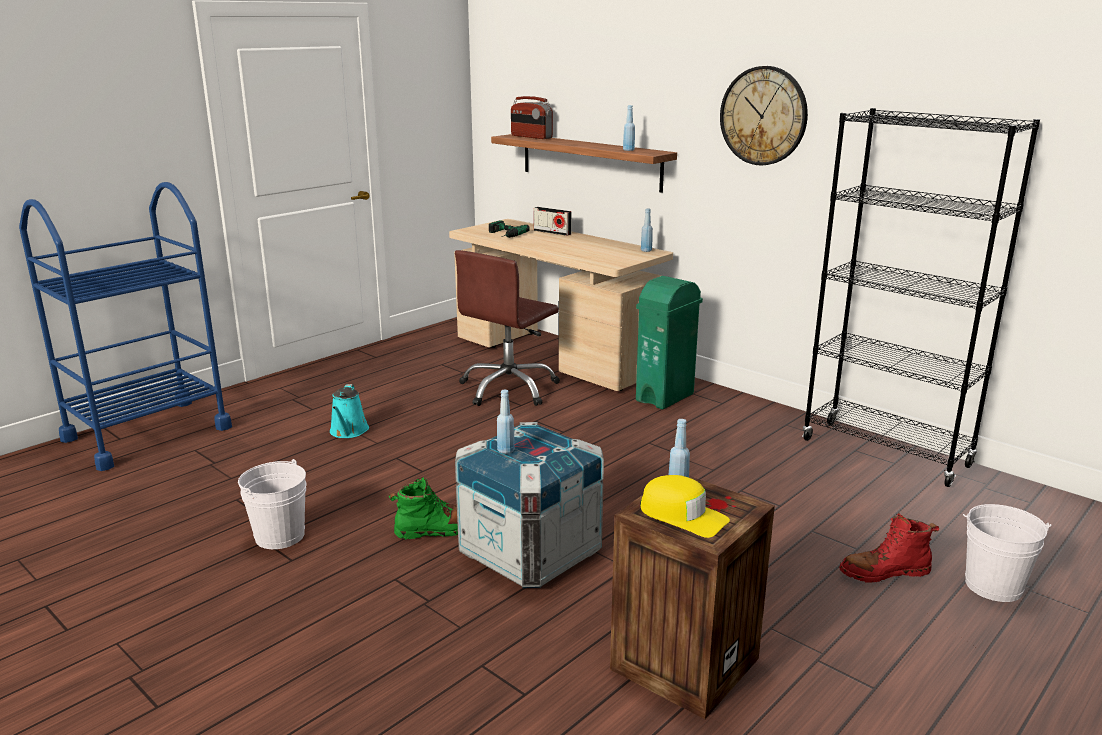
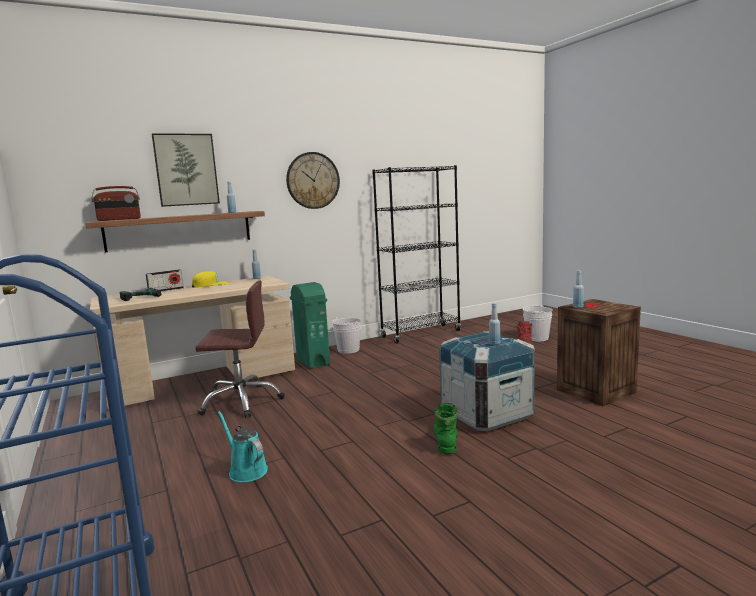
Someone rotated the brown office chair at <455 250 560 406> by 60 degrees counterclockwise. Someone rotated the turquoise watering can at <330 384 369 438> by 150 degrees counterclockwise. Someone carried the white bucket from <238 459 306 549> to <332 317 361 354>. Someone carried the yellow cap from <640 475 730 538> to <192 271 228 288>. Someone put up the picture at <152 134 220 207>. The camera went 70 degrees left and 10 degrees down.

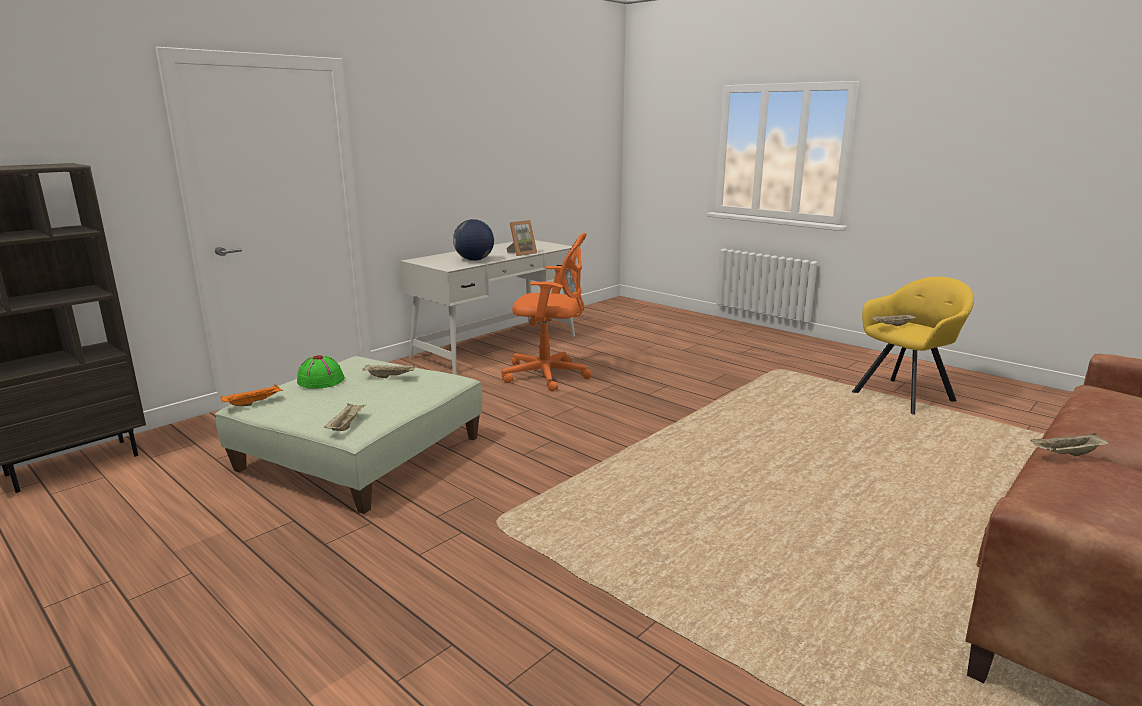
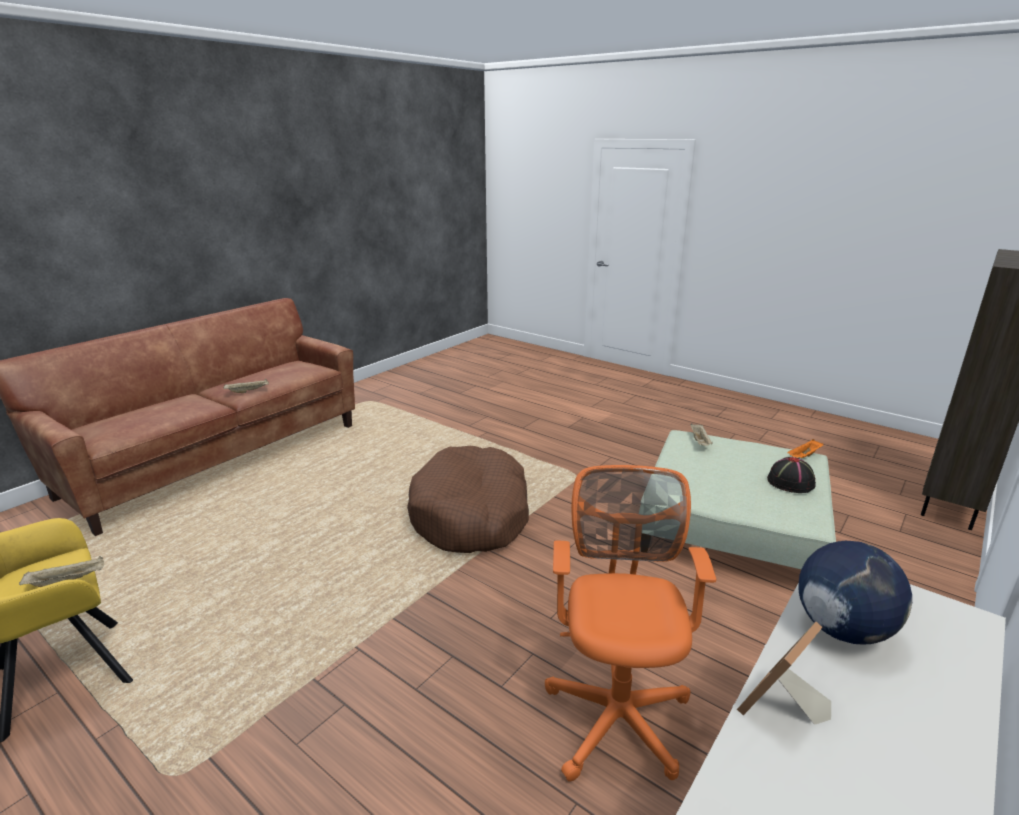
Someone rotated the orange office chair at <501 233 592 392> by 90 degrees clockwise. Someone repainted the green hat at <297 355 345 389>, which became the black hat at <767 457 816 493>. Someone took away the beige tray at <363 364 415 378>. Someone put down the brown dog bed at <407 446 529 553>. The camera went 175 degrees right and 5 degrees up.

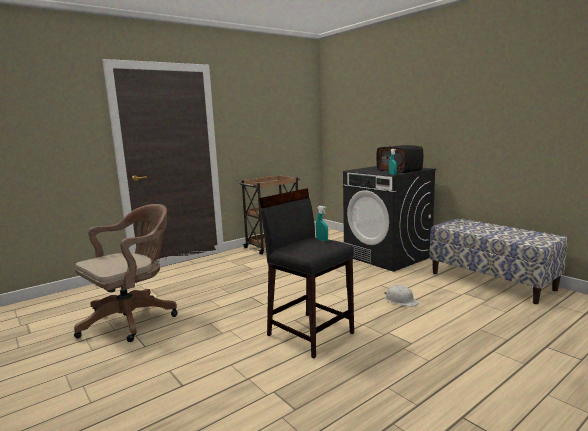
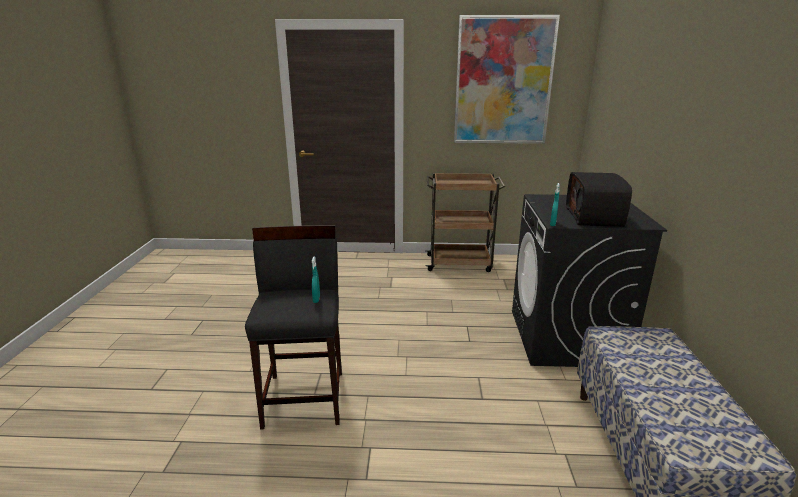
Someone took away the brown office chair at <74 204 178 342>. Someone took away the white hard hat at <384 284 419 307>. Someone put up the picture at <454 15 560 144>. The camera went 40 degrees right and 10 degrees up.

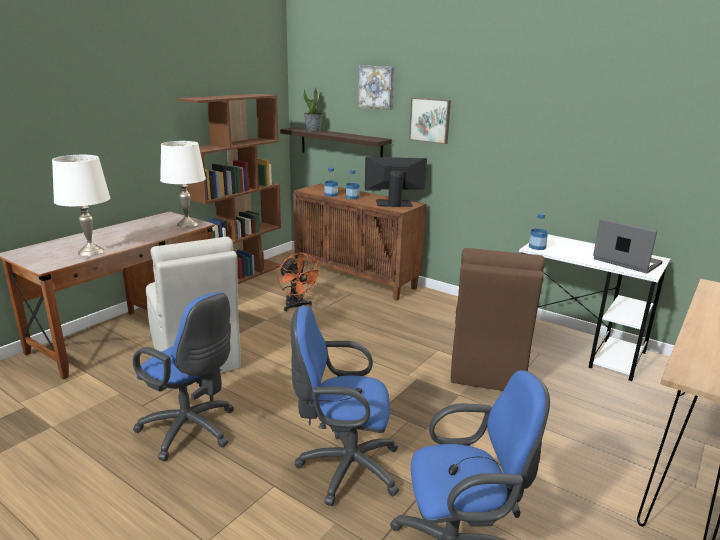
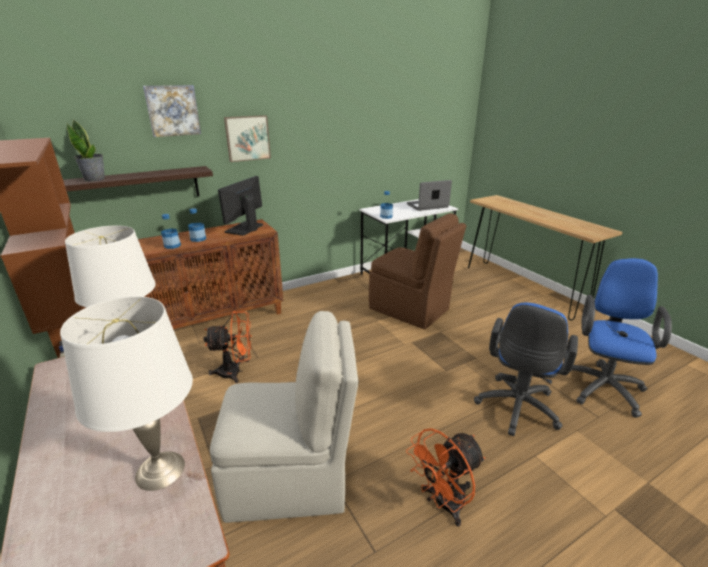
Someone swapped the blue office chair at <133 292 234 461> for the orange fan at <406 428 485 527>. The camera went 65 degrees left and 5 degrees up.

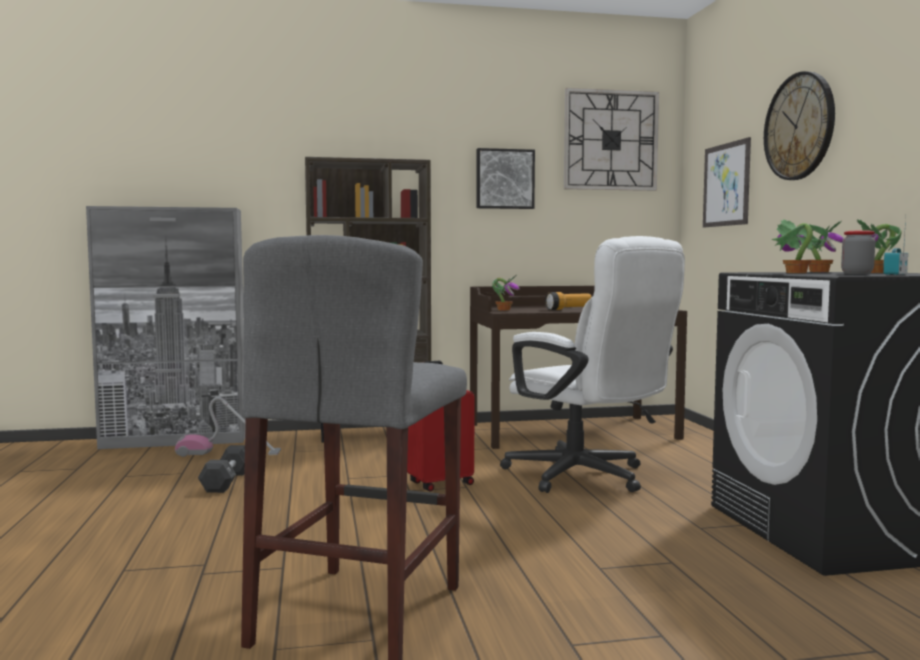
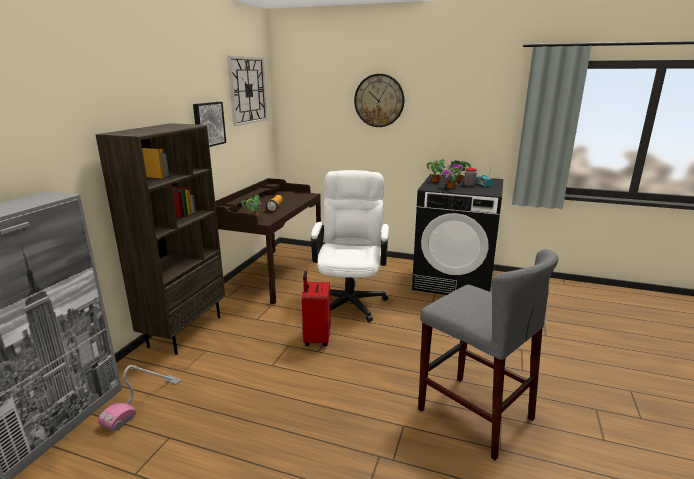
Someone took away the picture at <703 137 751 227>. Someone rotated the white office chair at <500 236 685 493> by 75 degrees counterclockwise. Someone took away the black dumbbell at <198 445 245 493>. The camera went 60 degrees left and 15 degrees up.

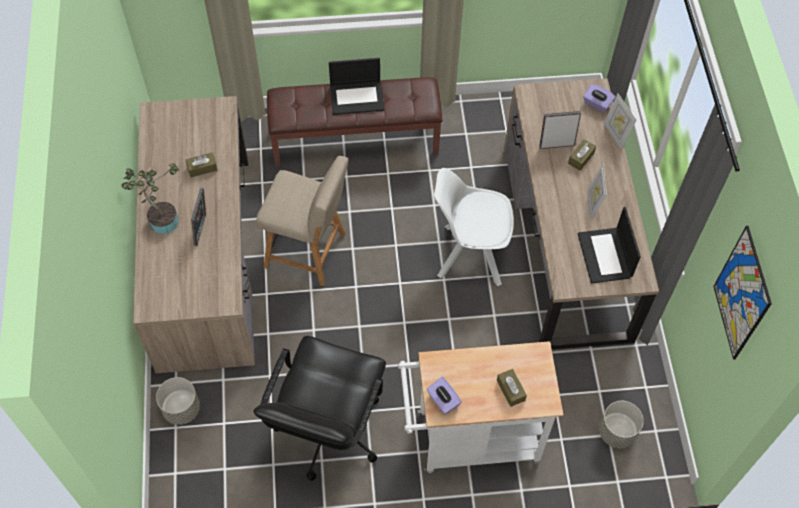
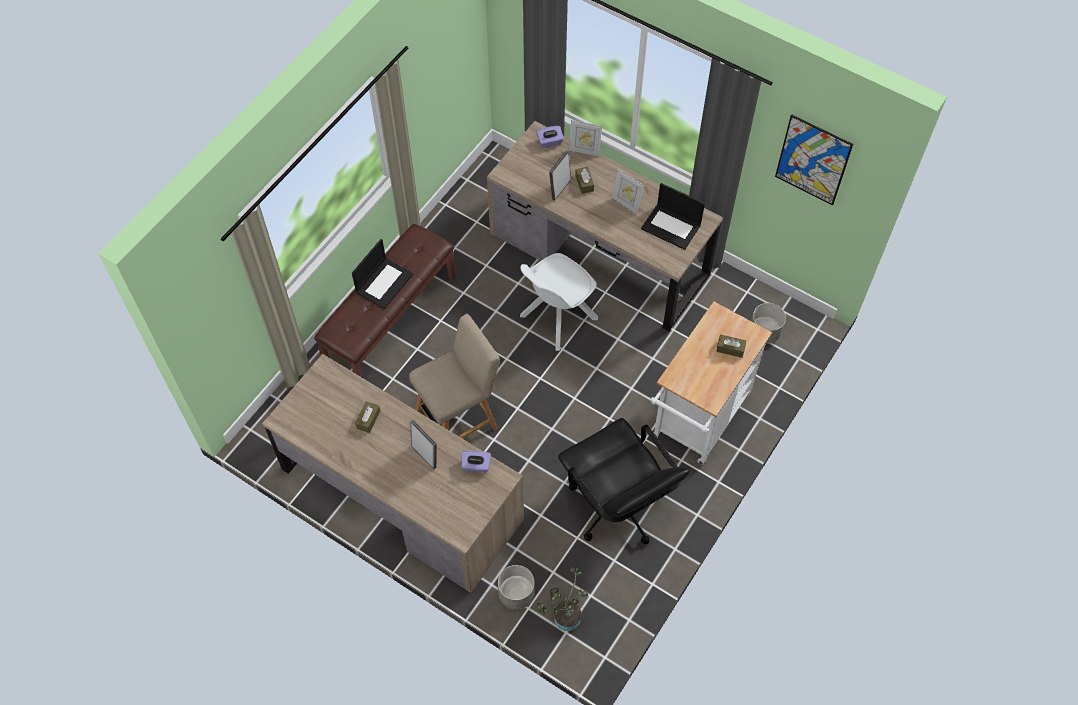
Someone carried the potted plant from <121 163 179 234> to <537 567 588 631>. Someone carried the purple tissue box from <426 377 462 415> to <461 450 491 472>. The camera went 50 degrees left and 0 degrees up.

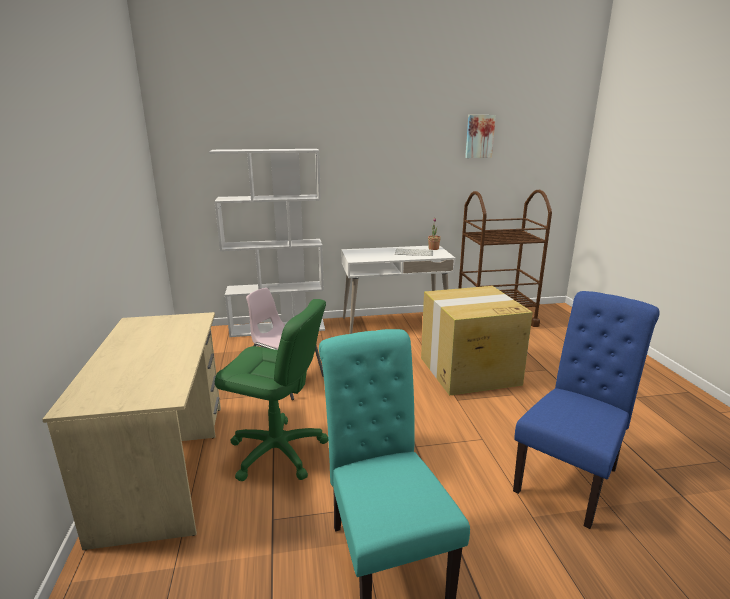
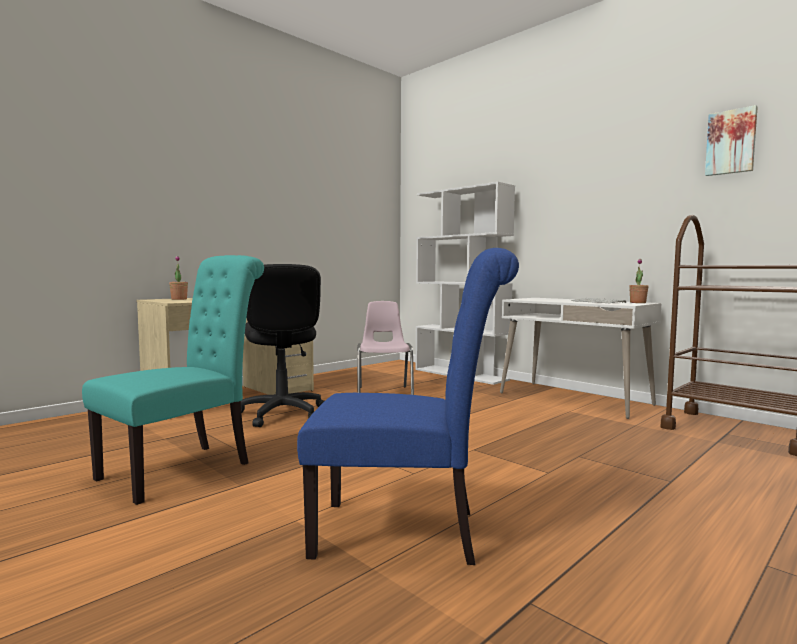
Someone took away the cardboard box at <421 286 533 396>. Someone repainted the green office chair at <215 299 328 482>, which became the black office chair at <241 264 324 427>. Someone put down the potted plant at <169 256 188 300>. The camera went 55 degrees right and 15 degrees down.

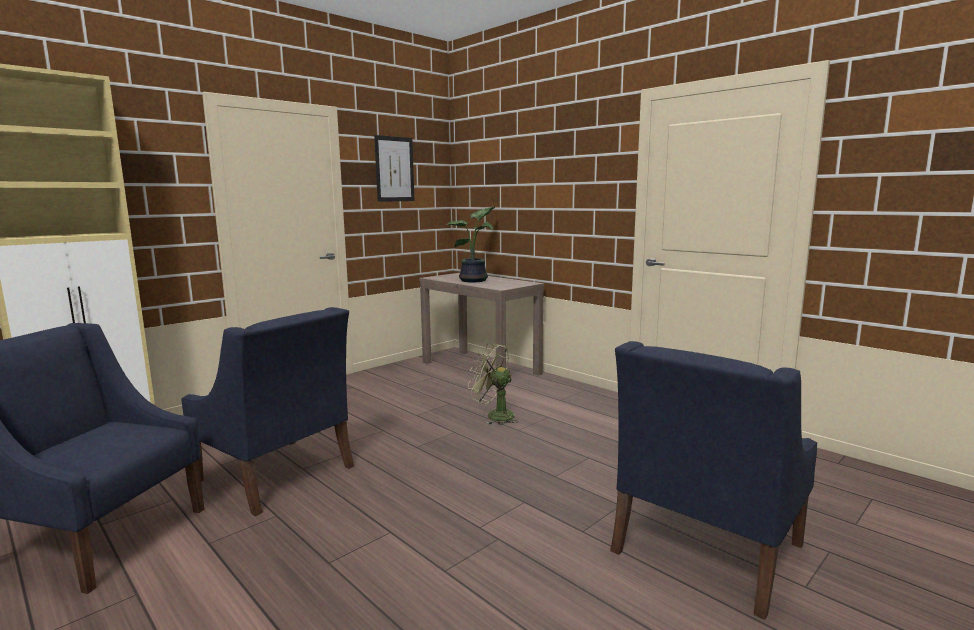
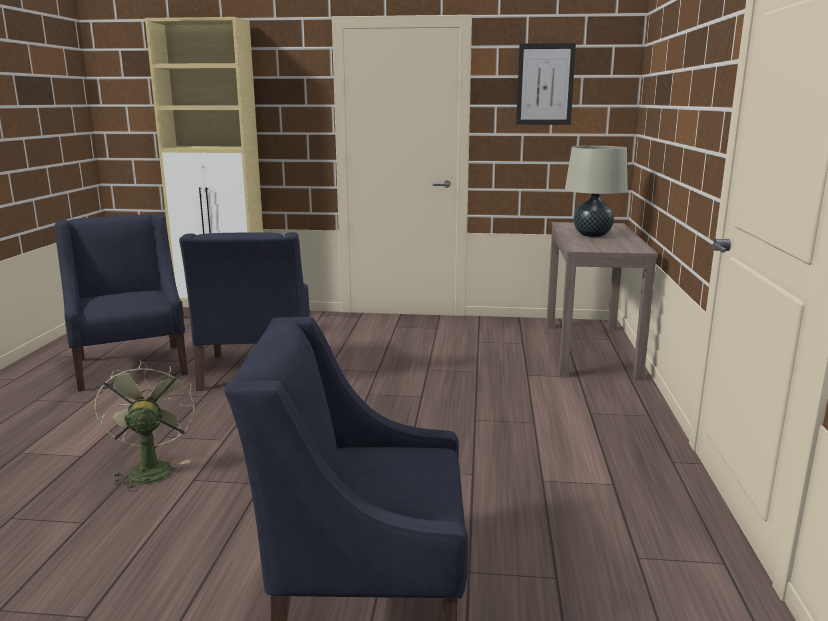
Someone swapped the potted plant at <446 207 495 282> for the beige table lamp at <565 146 628 237>. Someone carried the green fan from <468 343 518 425> to <95 360 195 492>. The camera went 50 degrees right and 5 degrees up.

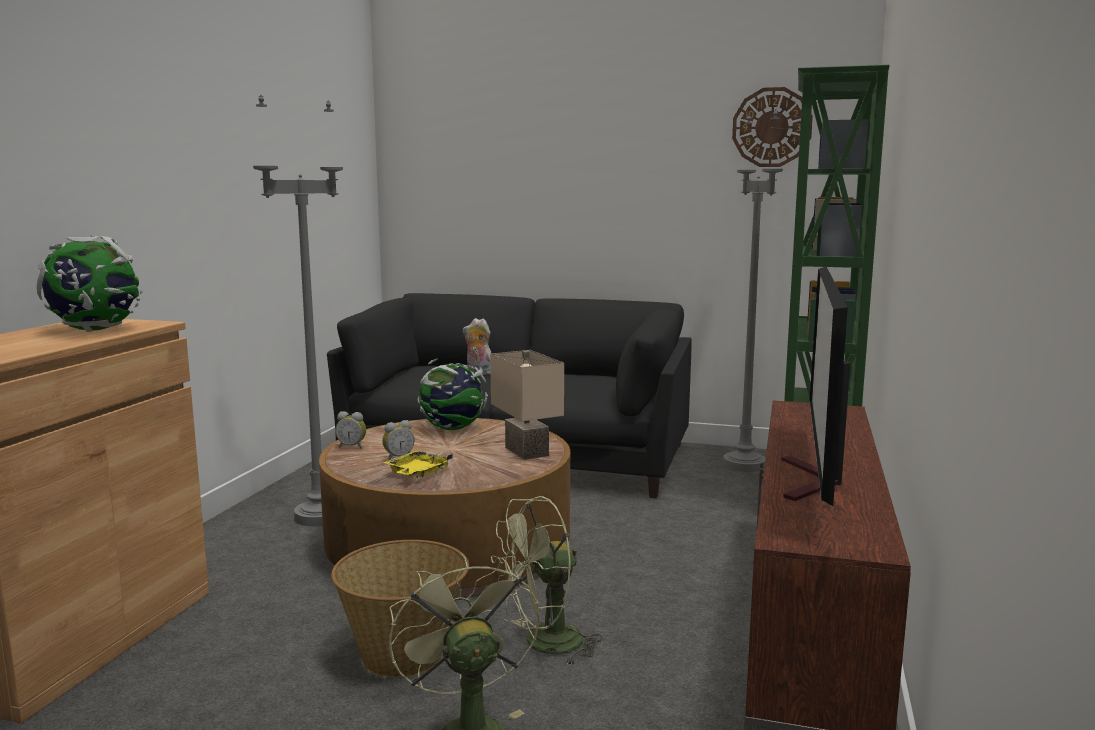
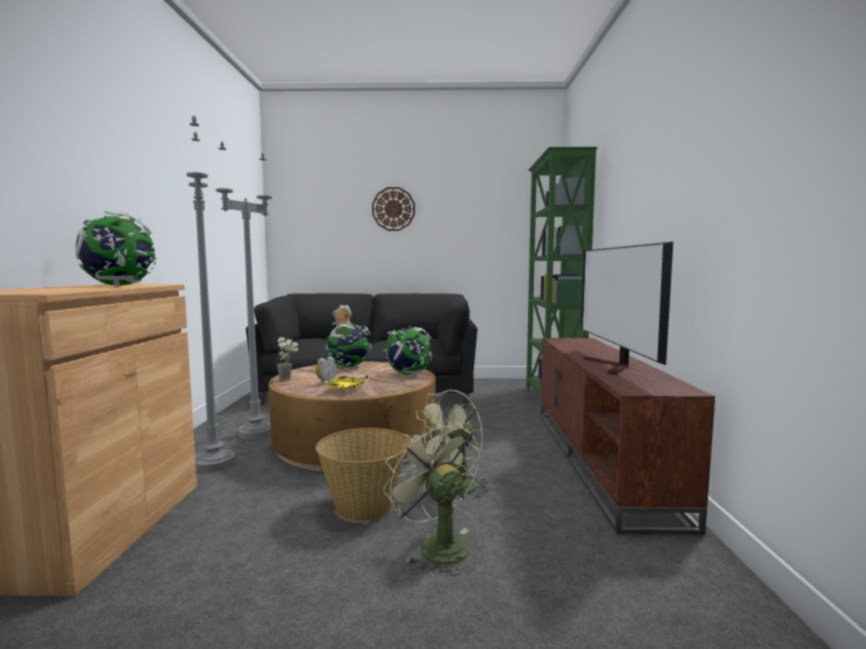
Someone carried the wall clock from <732 87 813 167> to <372 187 415 231>. Someone carried the grey floor lamp from <723 110 783 472> to <186 115 236 472>. Someone swapped the beige table lamp at <490 350 564 460> for the globe at <384 327 432 376>. Someone swapped the alarm clock at <335 411 366 449> for the potted plant at <277 337 298 380>. The camera went 15 degrees left and 5 degrees down.

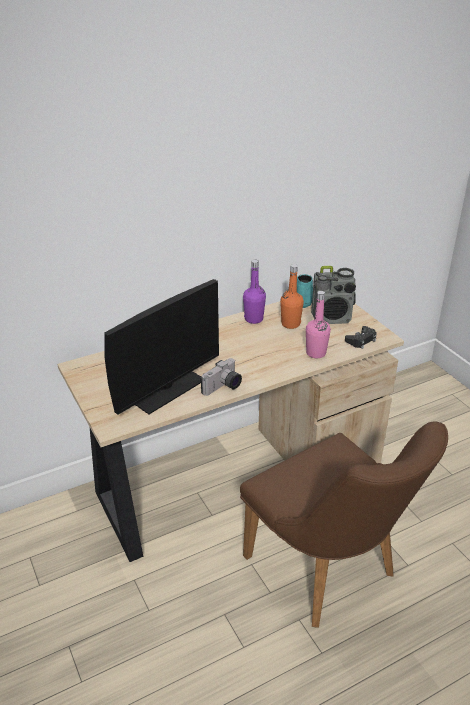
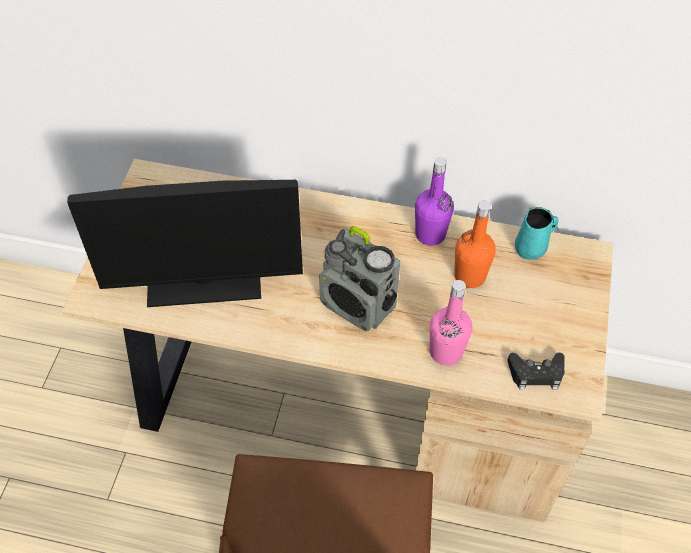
Someone carried the radio from <311 266 356 324> to <319 226 400 331>. Someone took away the photo camera at <200 358 242 396>. The camera went 40 degrees right and 20 degrees up.

